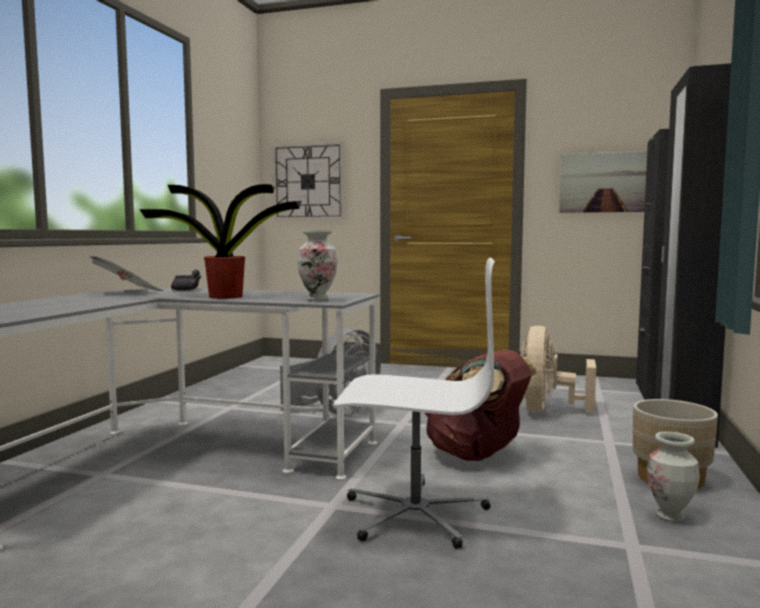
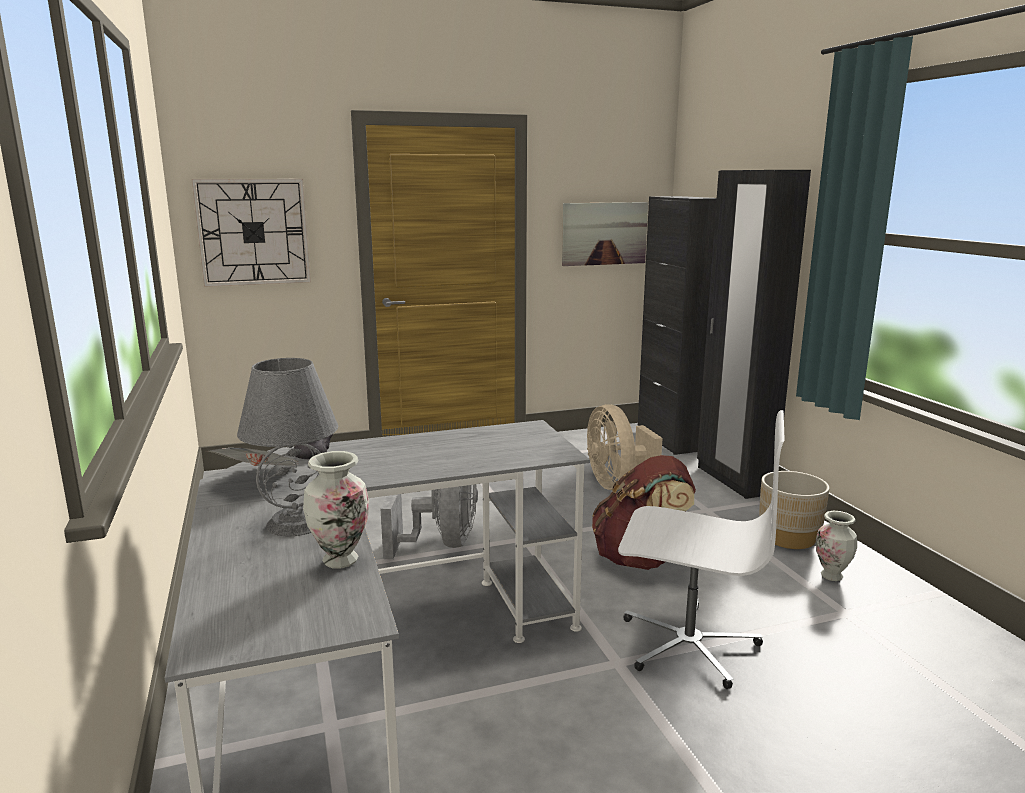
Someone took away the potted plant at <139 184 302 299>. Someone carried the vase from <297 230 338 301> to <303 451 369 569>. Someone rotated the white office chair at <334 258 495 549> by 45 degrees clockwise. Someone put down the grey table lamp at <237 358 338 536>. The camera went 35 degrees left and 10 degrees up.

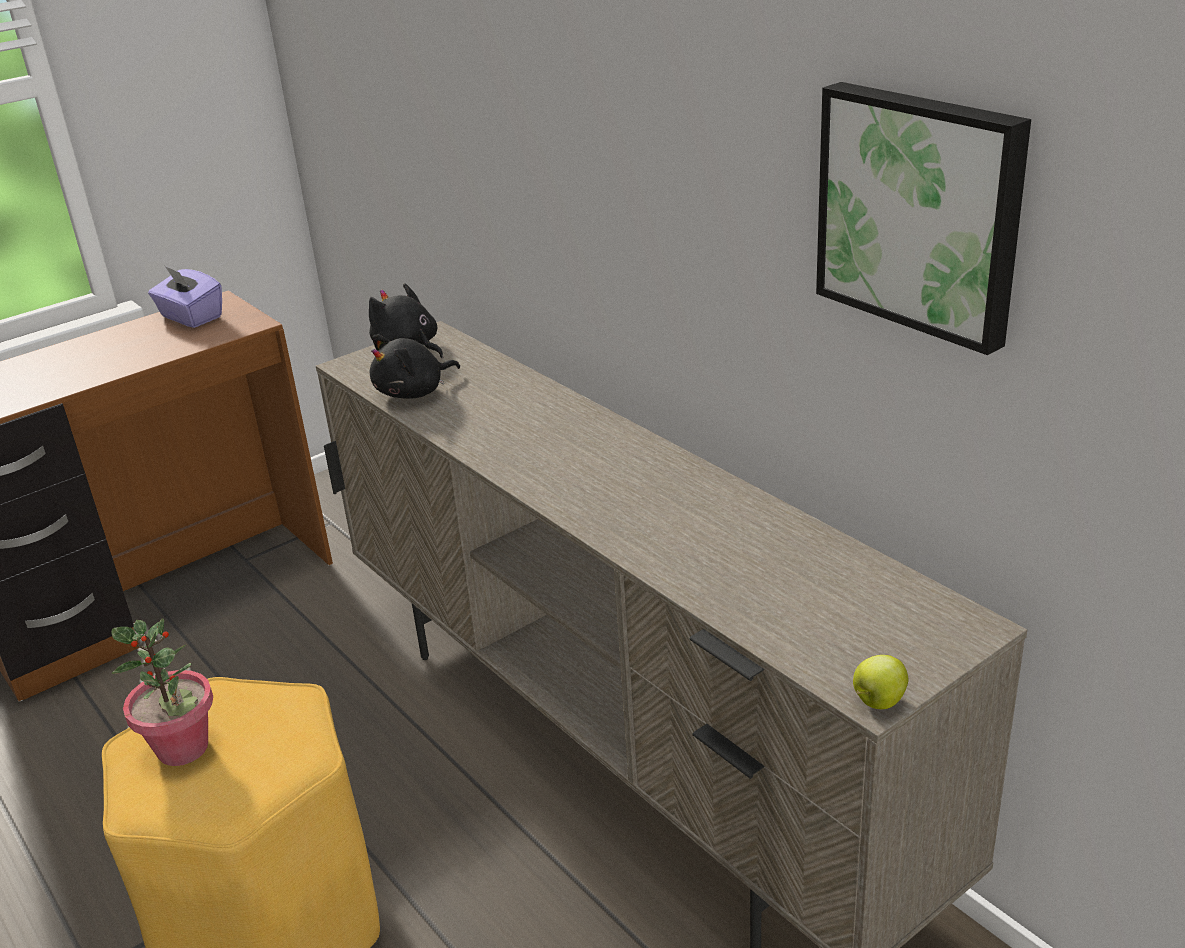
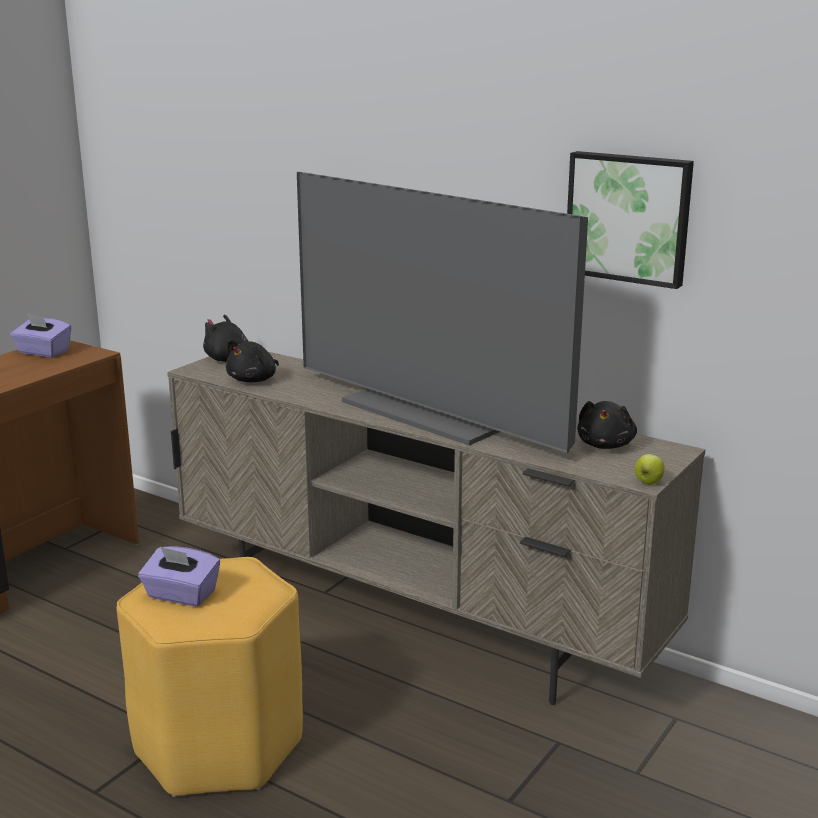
Someone swapped the potted plant at <111 618 213 766> for the purple tissue box at <138 546 220 606>. Someone put down the television at <297 172 588 453>. Someone put down the black plush toy at <577 401 637 449>. The camera went 20 degrees left and 10 degrees down.

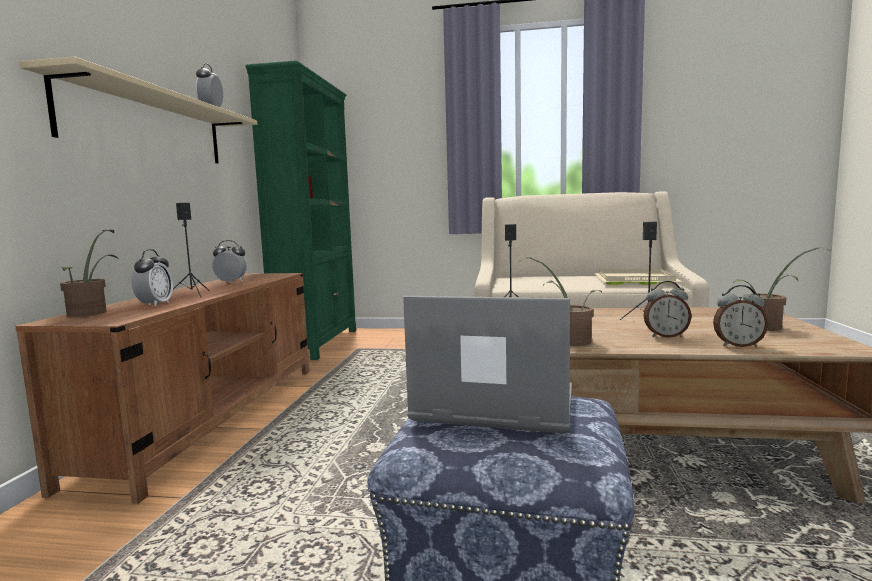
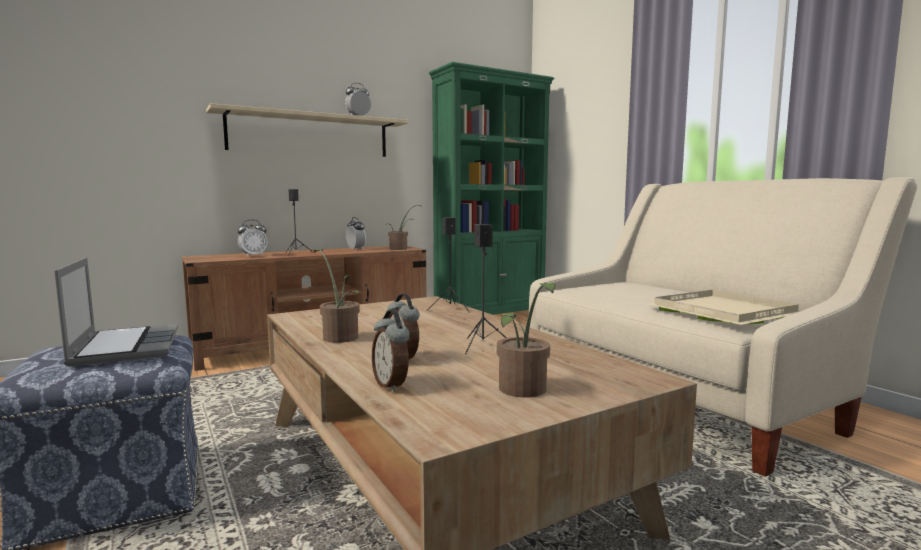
Someone carried the potted plant from <60 230 119 317> to <386 205 422 250>. The camera went 50 degrees right and 0 degrees up.

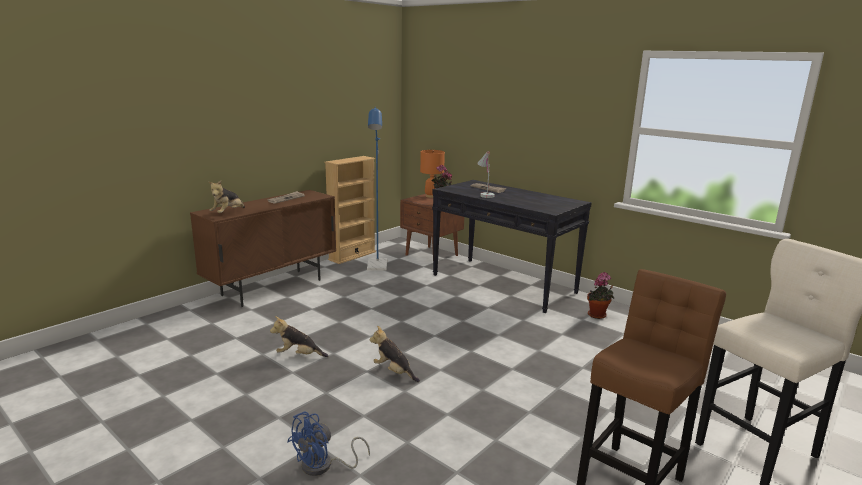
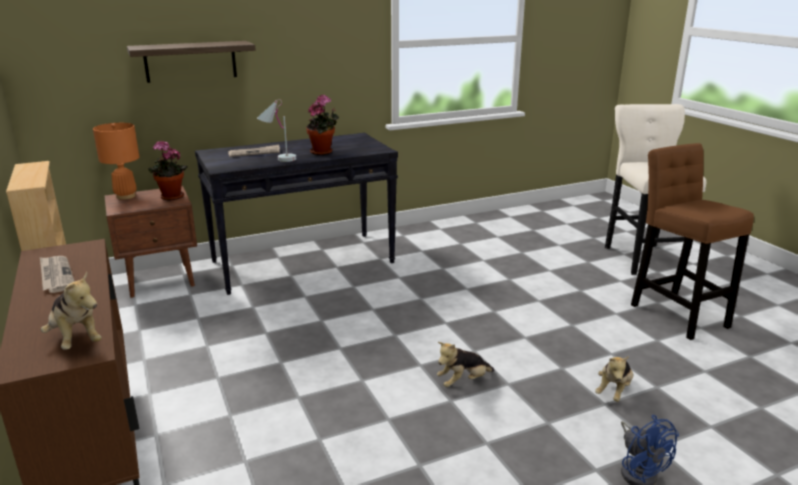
Someone took away the blue floor lamp at <367 107 387 271>. Someone carried the potted plant from <587 272 614 319> to <306 94 339 155>. Someone carried the plush toy from <270 316 328 357> to <595 356 633 402>. Someone put up the shelf at <127 41 256 83>. The camera went 65 degrees left and 5 degrees up.

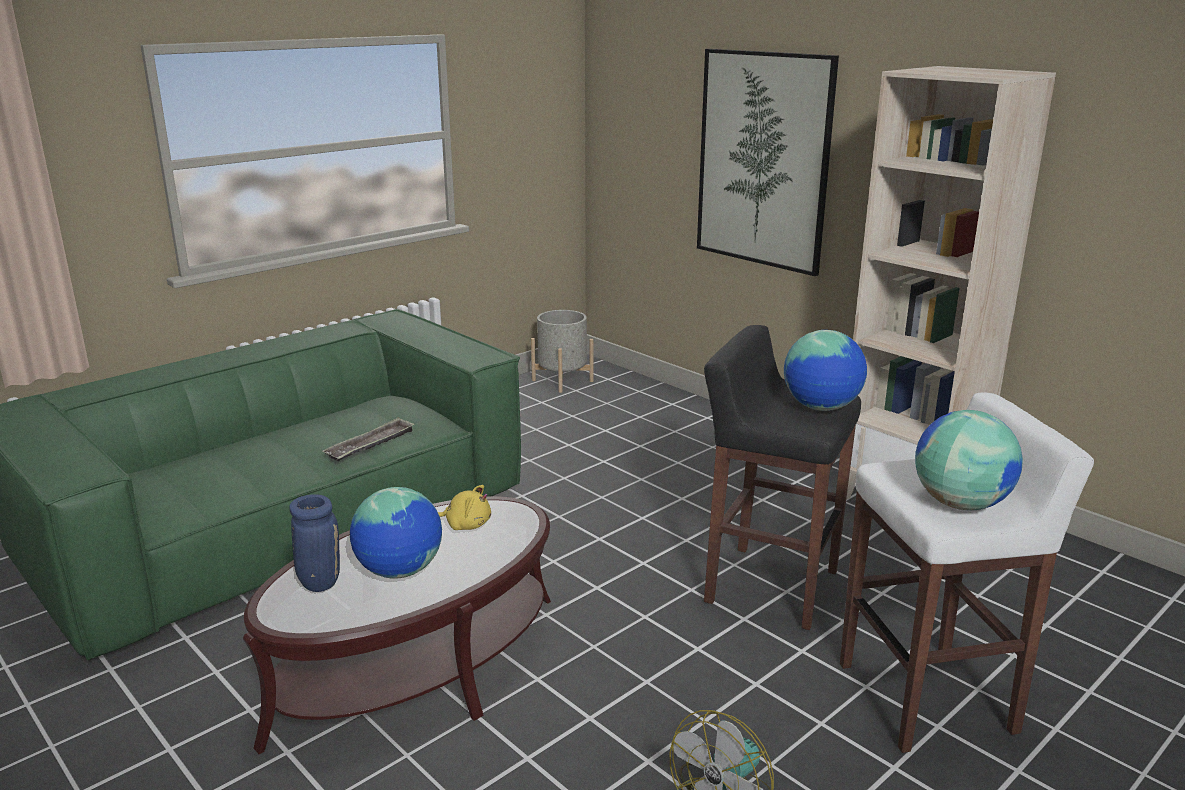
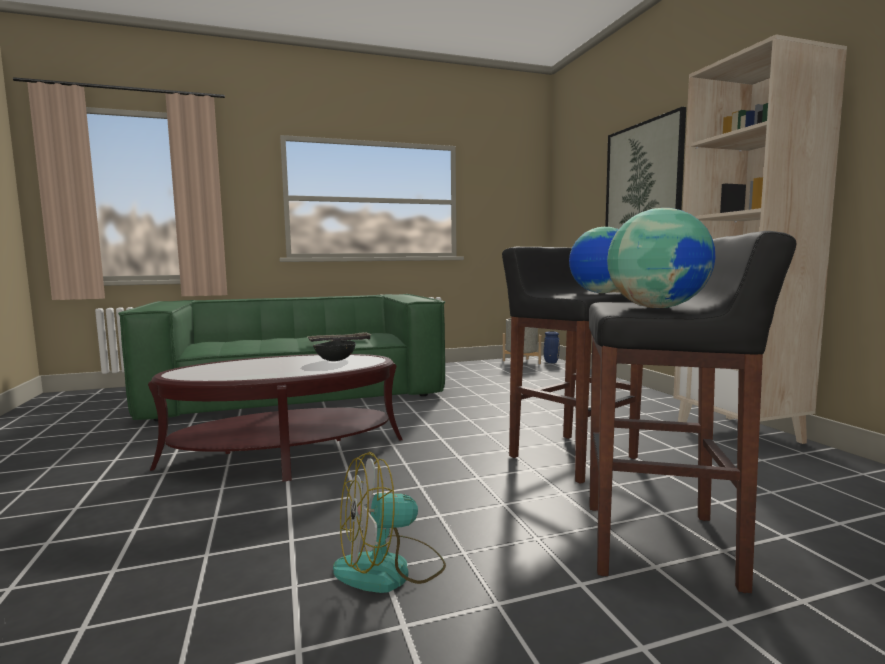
Someone repainted the white stool at <840 392 1094 753>, which became the black stool at <589 231 796 593>. Someone swapped the yellow plush toy at <438 485 491 530> for the black bowl at <313 340 356 361>. Someone took away the globe at <350 487 442 579>. Someone carried the blue vase from <289 494 340 592> to <544 331 560 363>. The camera went 25 degrees right and 15 degrees down.

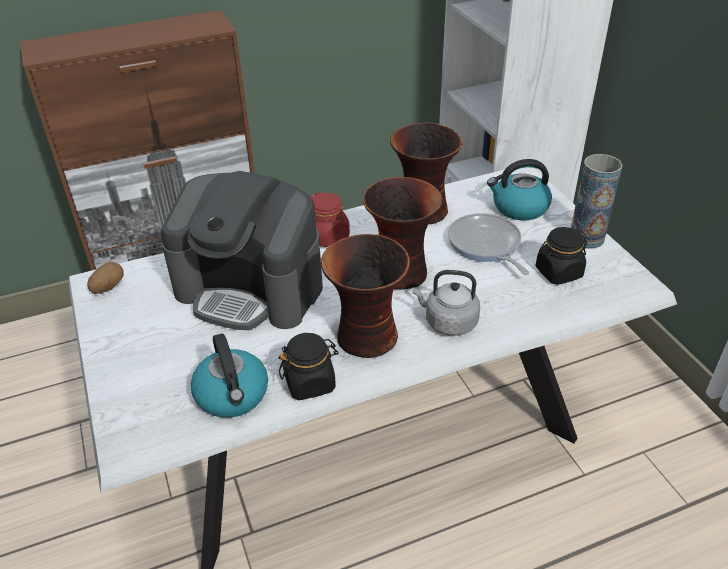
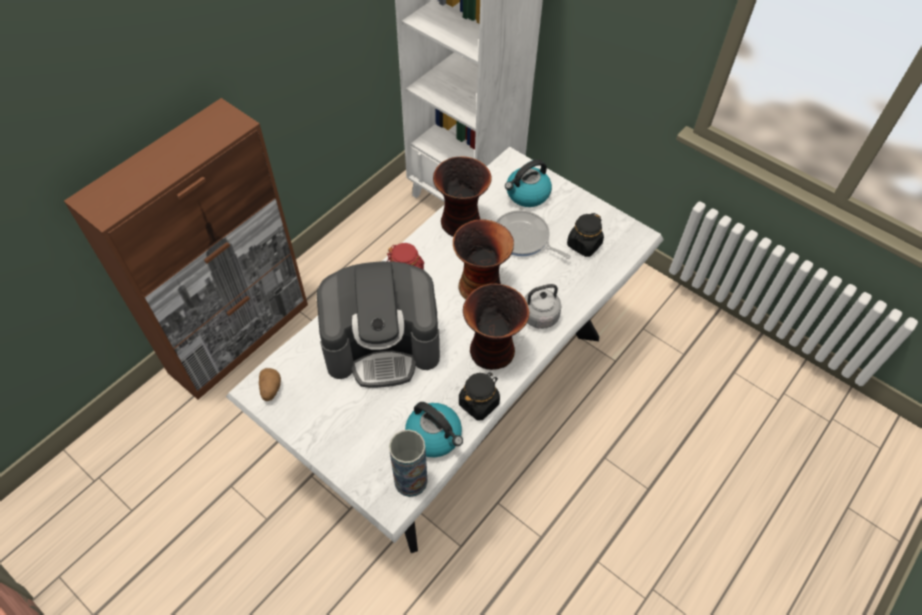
Someone carried the vase from <571 154 623 249> to <389 429 428 497>. The camera went 30 degrees left and 15 degrees up.

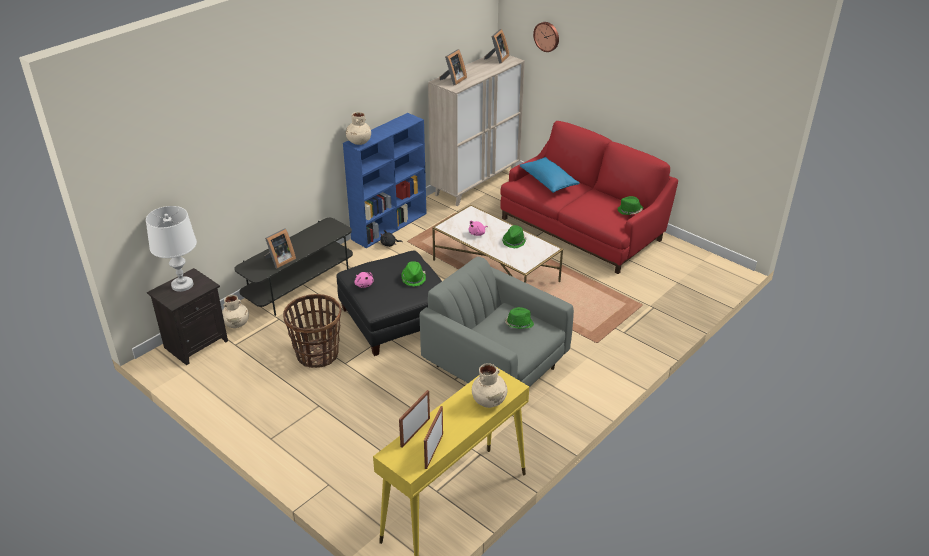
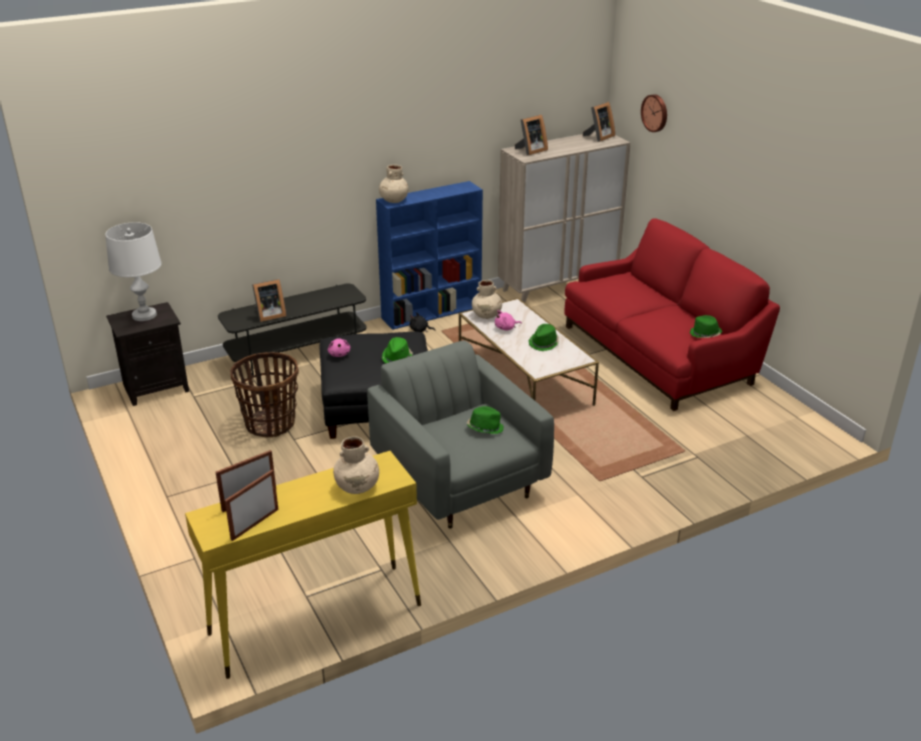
Someone took away the blue pillow at <520 157 580 193>. Someone carried the beige vase from <222 295 249 328> to <472 280 502 319>. The camera went 20 degrees right and 5 degrees down.

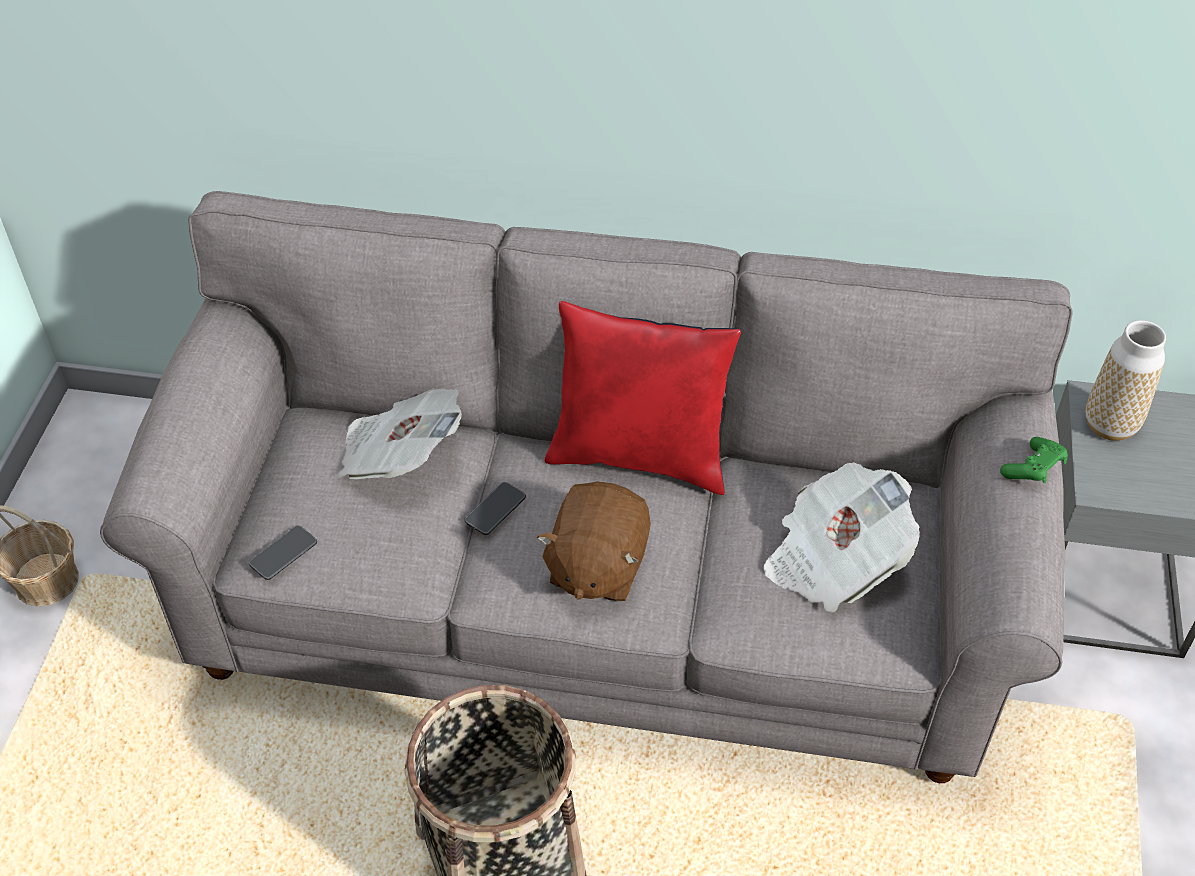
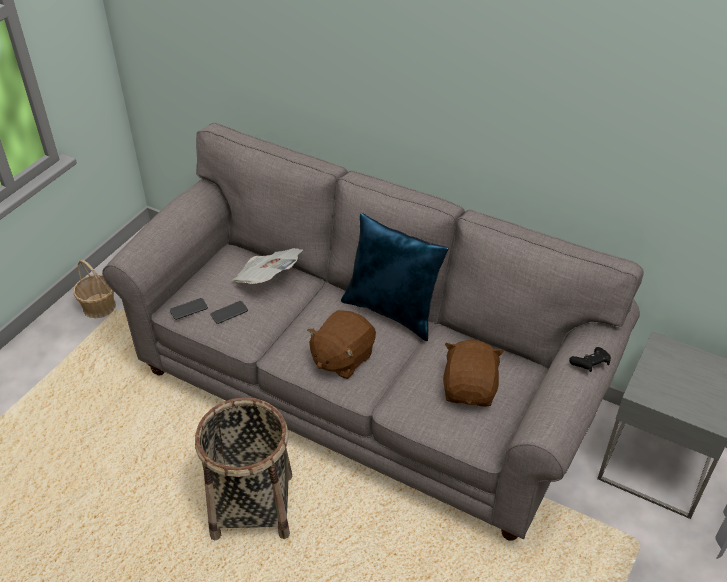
Someone repainted the red pillow at <545 301 741 495>, which became the blue pillow at <341 213 449 341>. Someone took away the vase at <1085 320 1166 441>. Someone repainted the green game controller at <1000 437 1068 484>, which became the black game controller at <569 347 611 372>. Someone swapped the newspaper at <764 462 920 613> for the brown plush toy at <443 340 504 407>. Someone carried the phone from <464 482 526 535> to <210 301 248 324>. The camera went 20 degrees right and 5 degrees down.

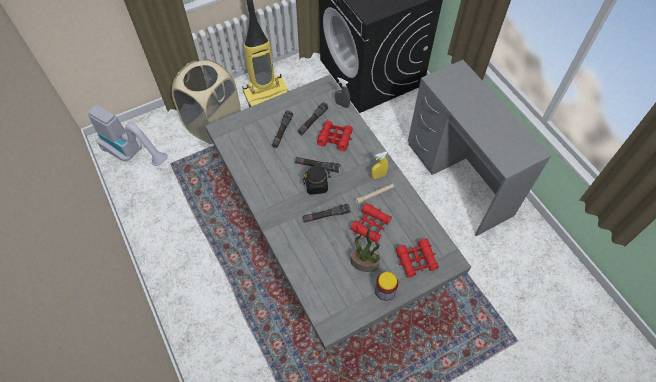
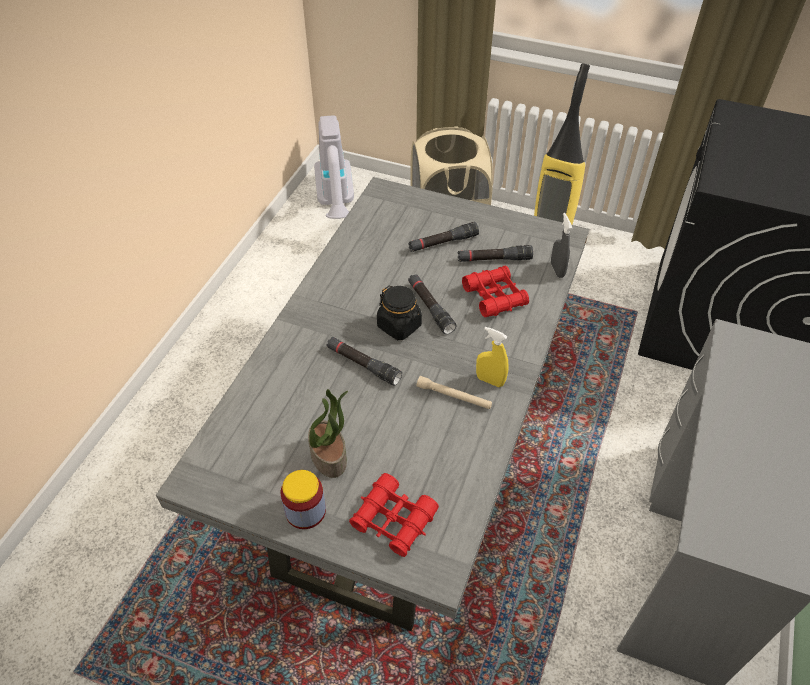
Someone took away the red binoculars at <350 203 392 243>. The camera went 50 degrees right and 10 degrees down.

